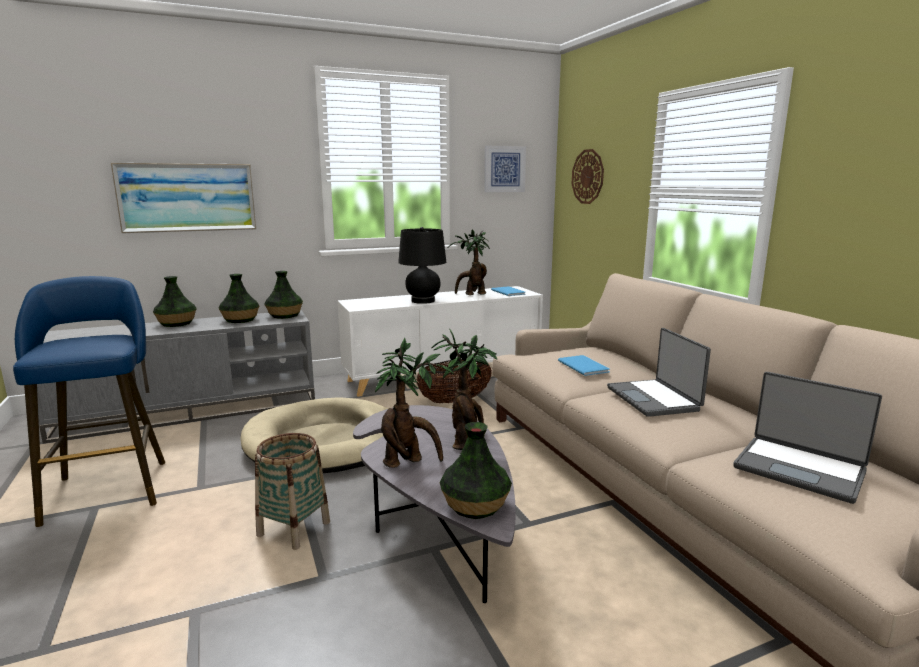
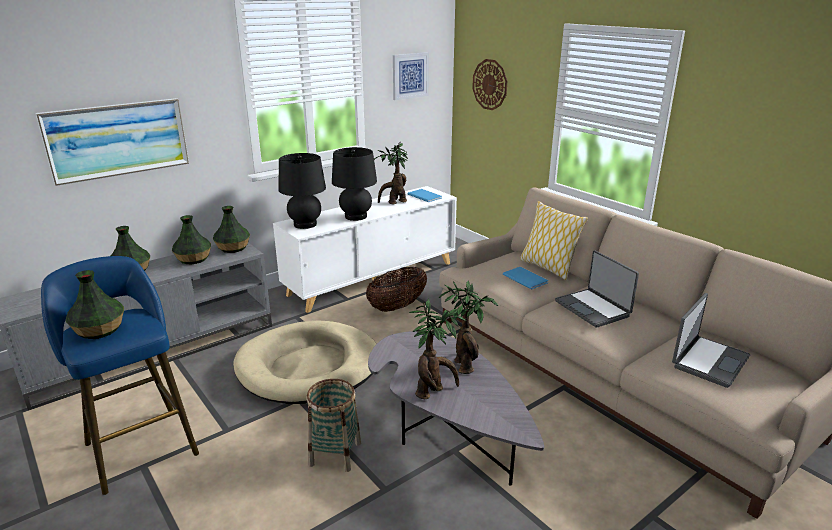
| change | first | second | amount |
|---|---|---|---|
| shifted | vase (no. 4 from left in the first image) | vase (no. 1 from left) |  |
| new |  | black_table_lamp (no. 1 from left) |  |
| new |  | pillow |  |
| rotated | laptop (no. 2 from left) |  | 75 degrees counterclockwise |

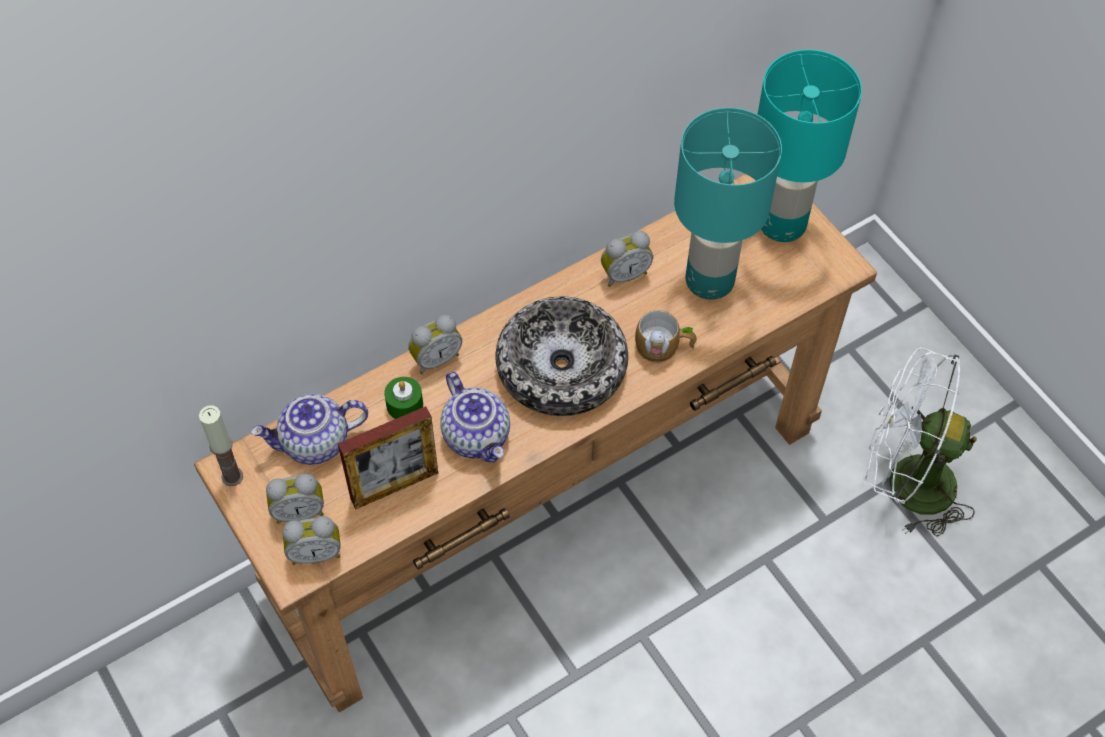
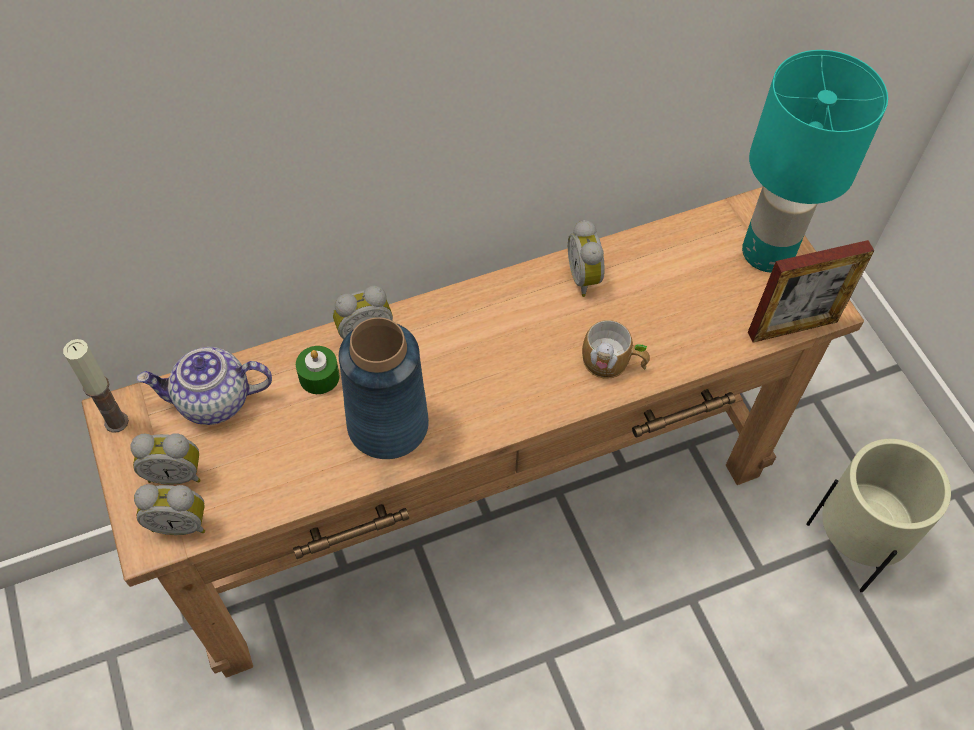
| change | first | second | amount |
|---|---|---|---|
| swapped | teapot (no. 2 from left) | blue_vase |  |
| rotated | alarm_clock (no. 4 from left) |  | 90 degrees clockwise |
| shifted | picture_frame |  |  |
| swapped | white_fan | beige_planter |  |
| gone | bowl |  |  |
| gone | turquoise_table_lamp (no. 1 from left) |  |  |

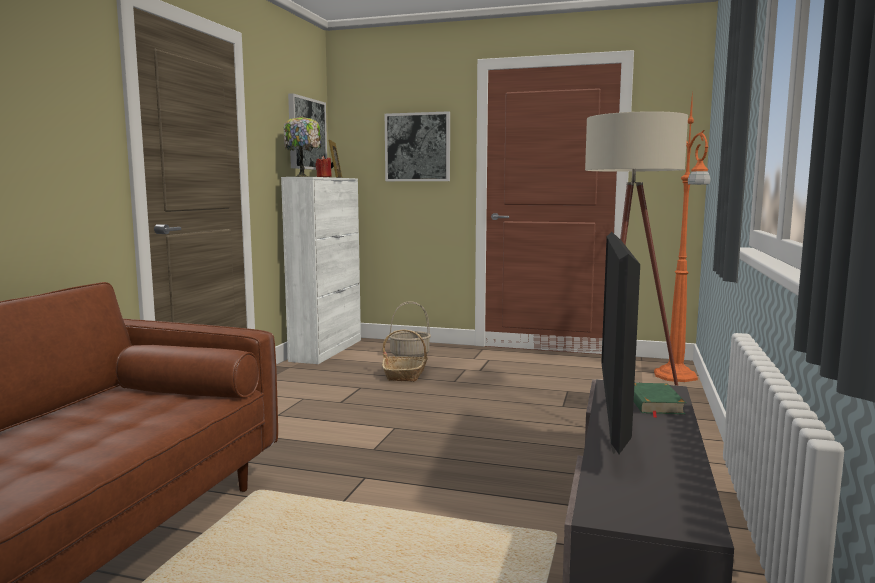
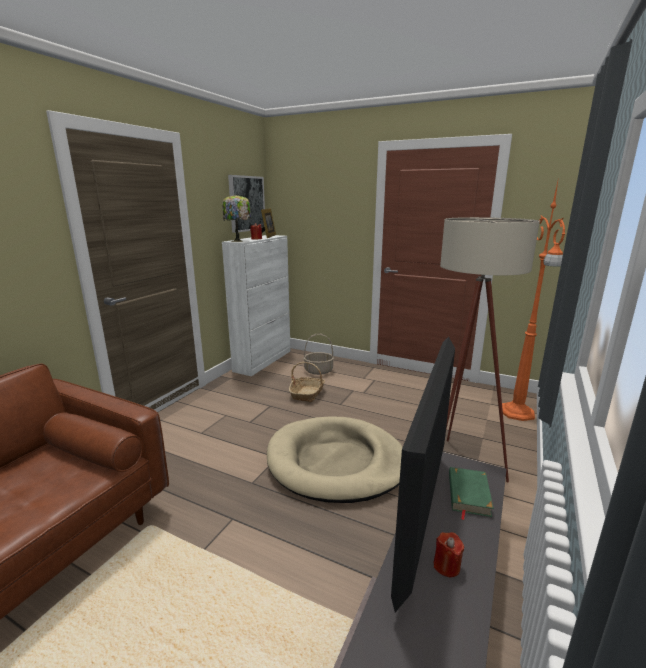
| change | first | second | amount |
|---|---|---|---|
| new |  | beige_dog_bed |  |
| new |  | red_candle (no. 2 from left) |  |
| gone | picture (no. 2 from left) |  |  |

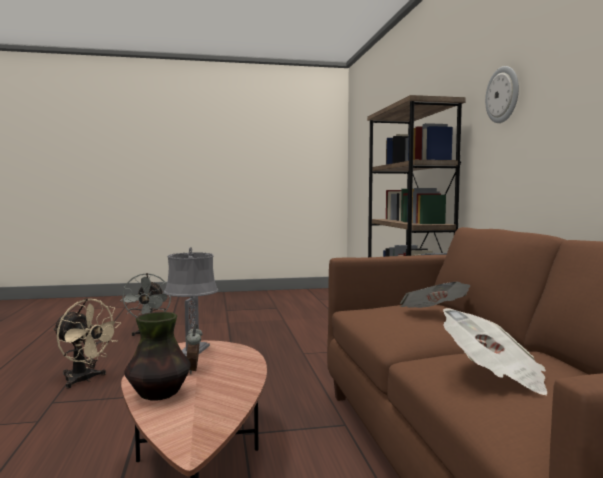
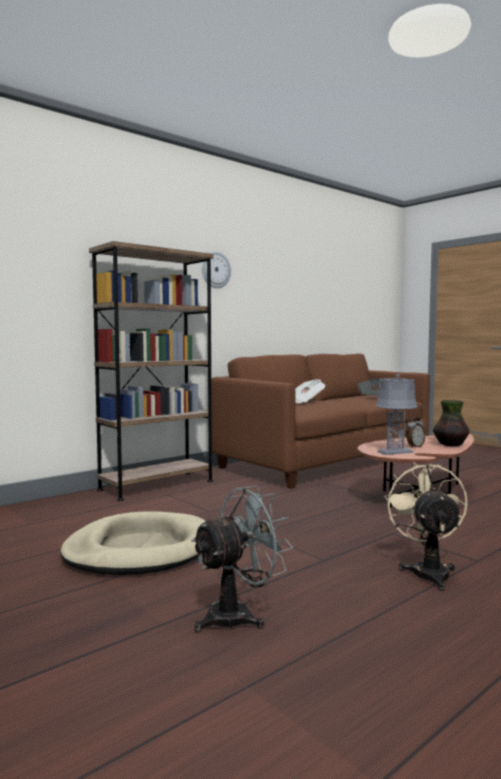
| change | first | second | amount |
|---|---|---|---|
| new |  | beige_dog_bed |  |

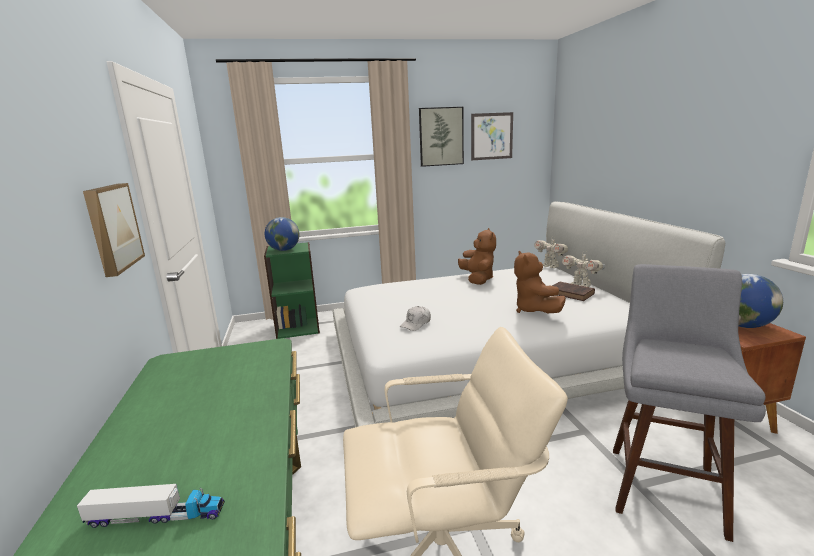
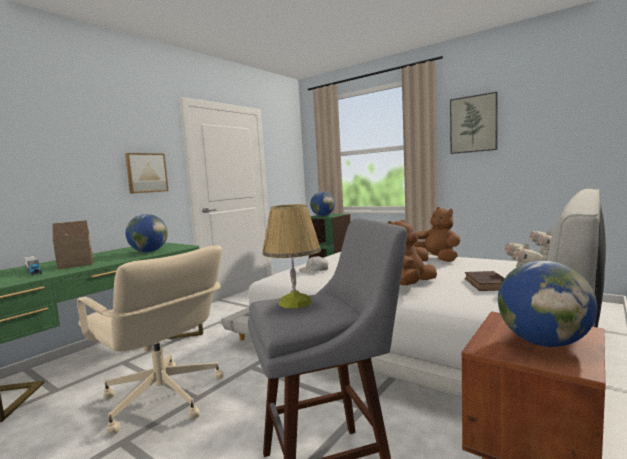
| change | first | second | amount |
|---|---|---|---|
| new |  | toy_house |  |
| new |  | globe (no. 1 from left) |  |
| new |  | table_lamp |  |
| rotated | brown_plush_toy (no. 1 from left in the first image) | brown_plush_toy (no. 2 from left) | 75 degrees counterclockwise |
| gone | picture (no. 3 from left) |  |  |

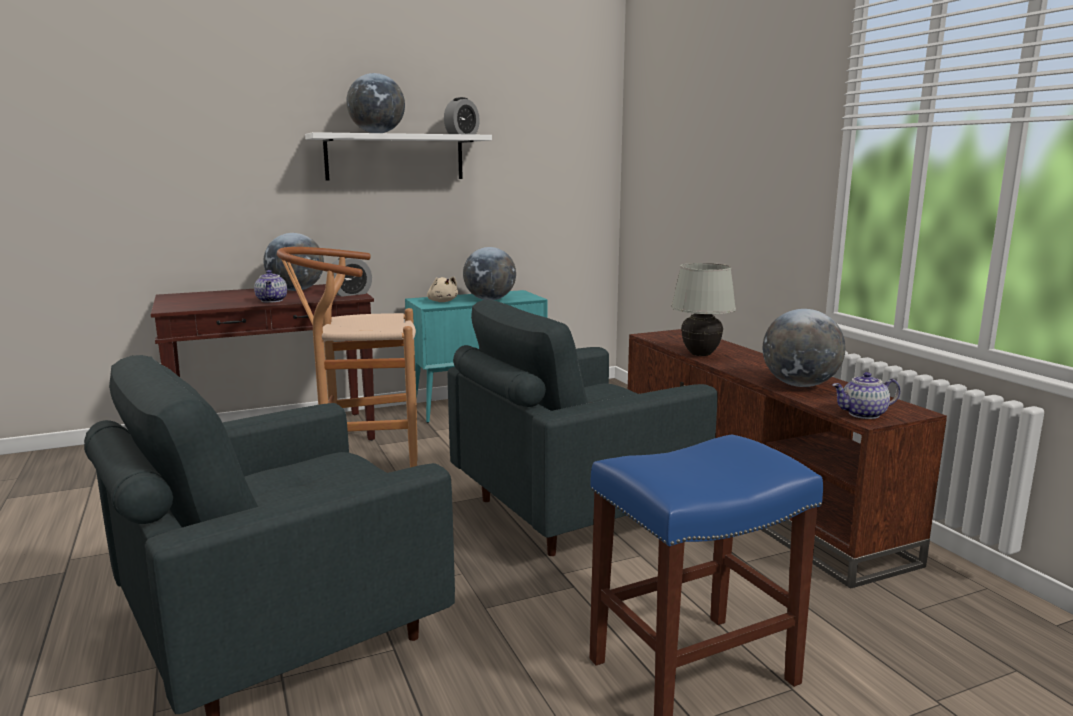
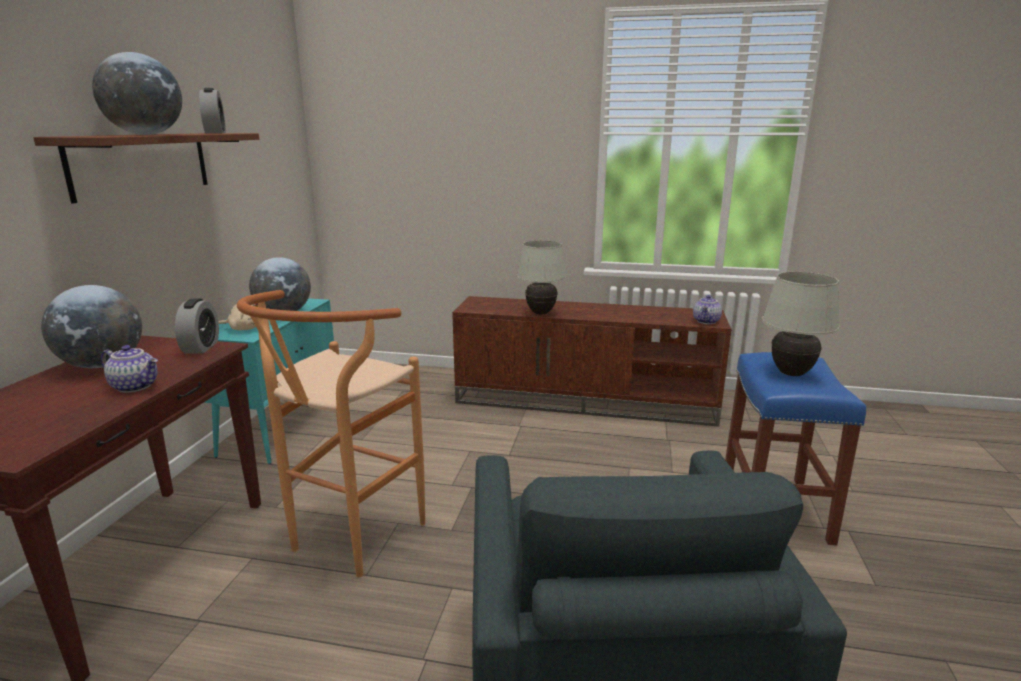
| change | first | second | amount |
|---|---|---|---|
| repainted | white_shelf | brown_shelf |  |
| new |  | white_table_lamp (no. 2 from left) |  |
| gone | grey_armchair (no. 2 from left) |  |  |
| gone | globe (no. 4 from left) |  |  |

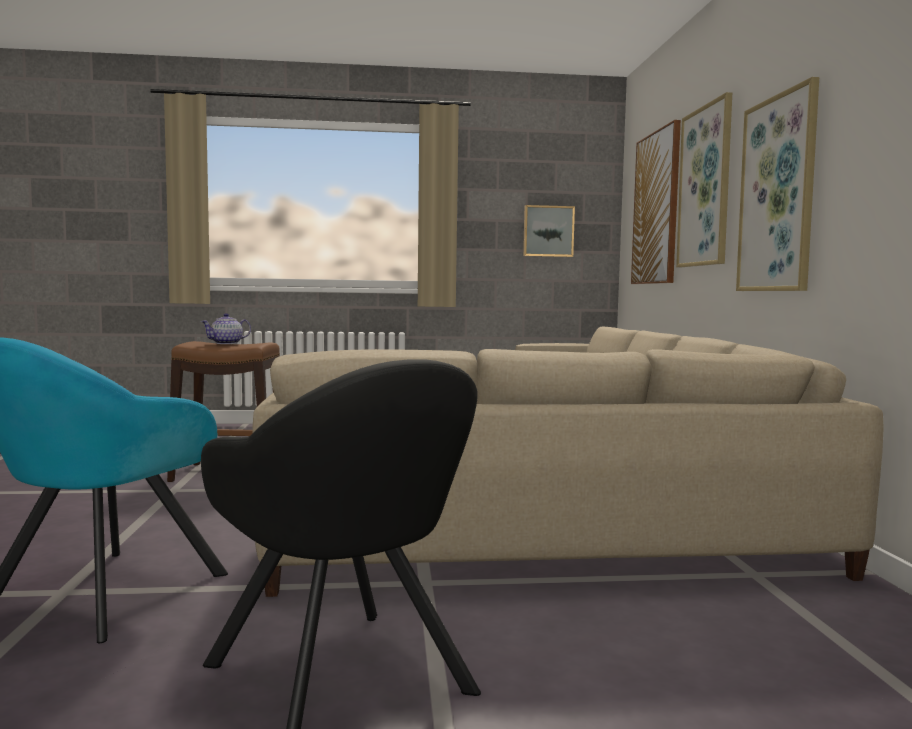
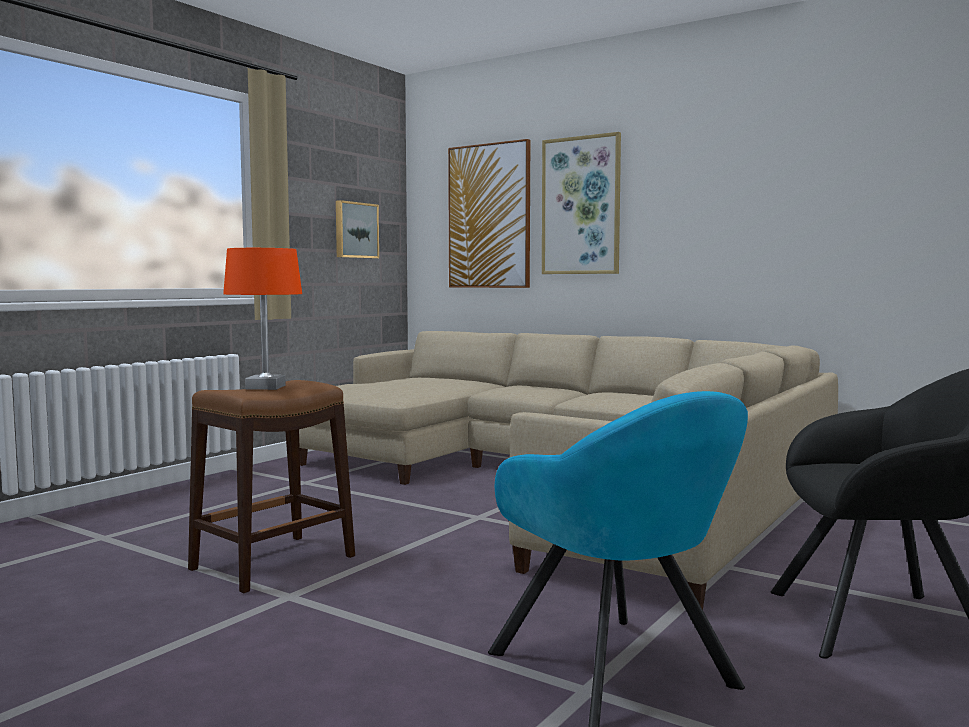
| change | first | second | amount |
|---|---|---|---|
| swapped | teapot | orange_table_lamp |  |
| gone | picture (no. 4 from left) |  |  |

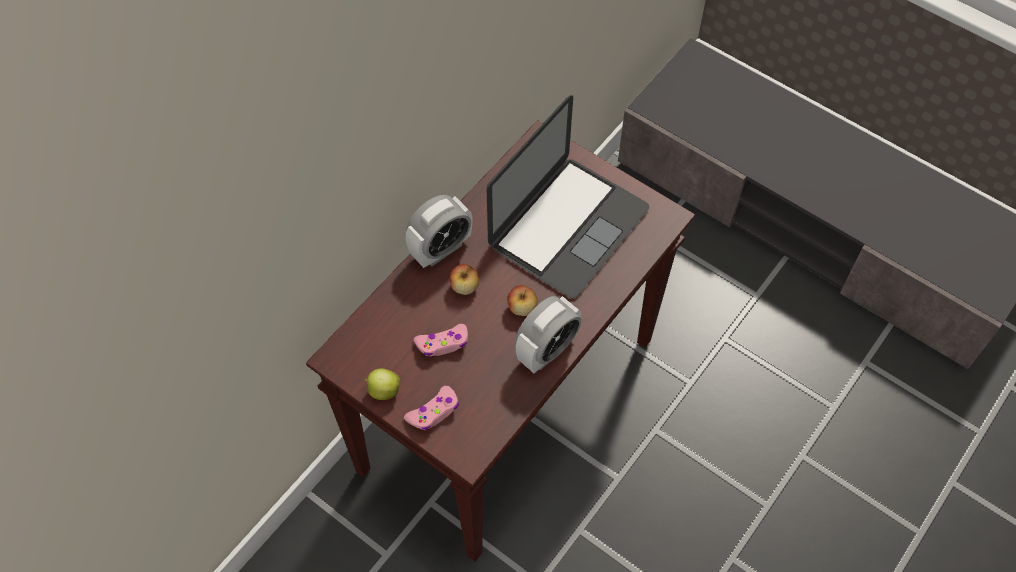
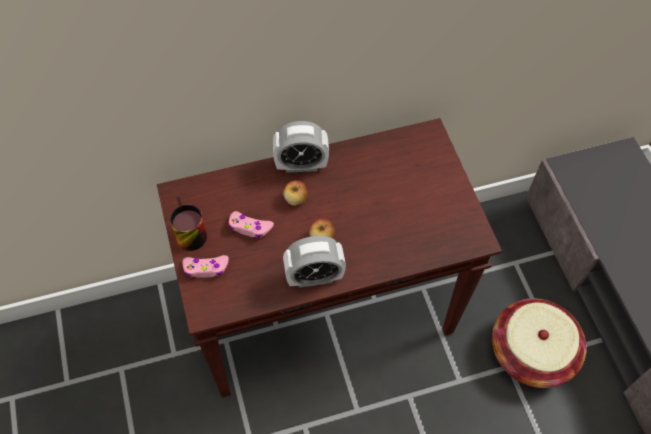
| change | first | second | amount |
|---|---|---|---|
| swapped | apple (no. 1 from left) | mug |  |
| new |  | basket |  |
| gone | laptop |  |  |

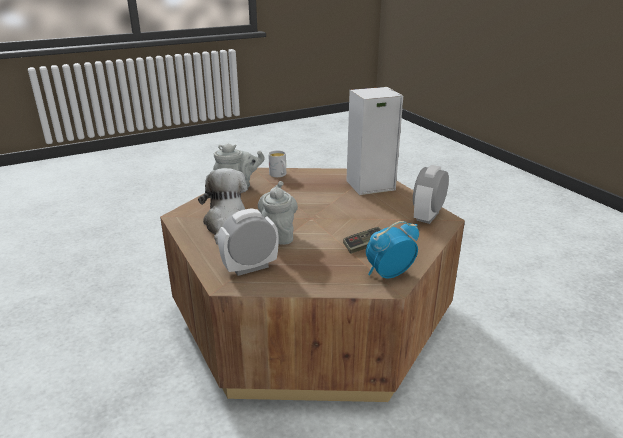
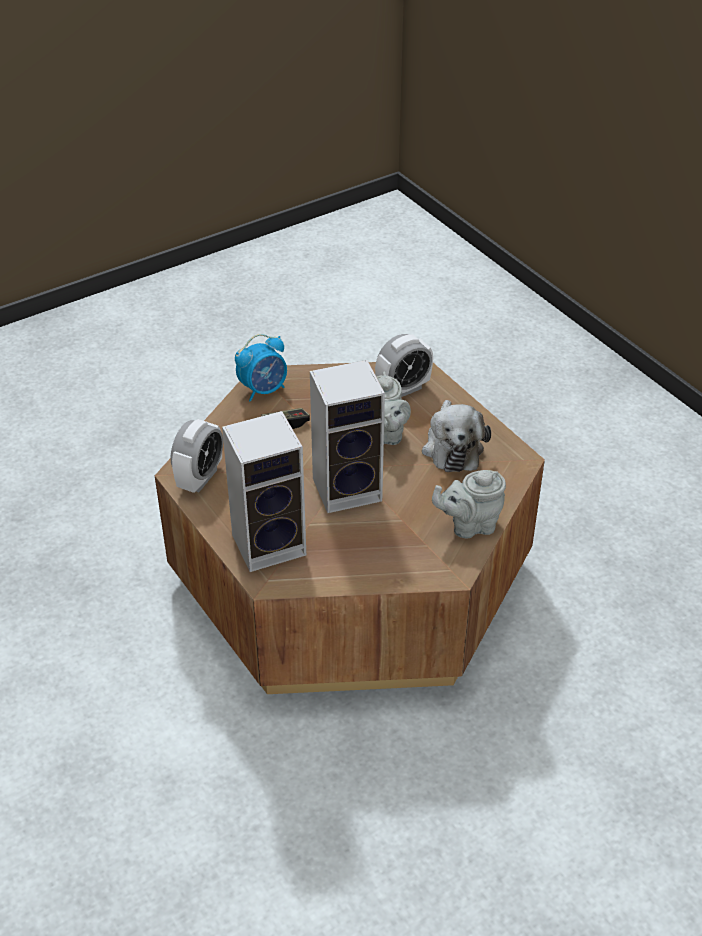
| change | first | second | amount |
|---|---|---|---|
| new |  | speaker (no. 2 from left) |  |
| gone | white_mug |  |  |

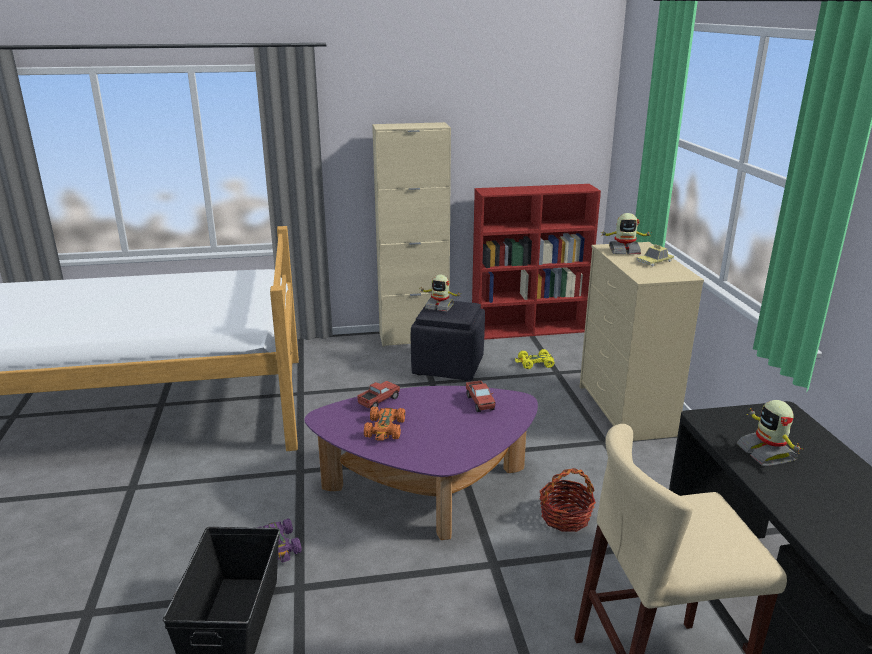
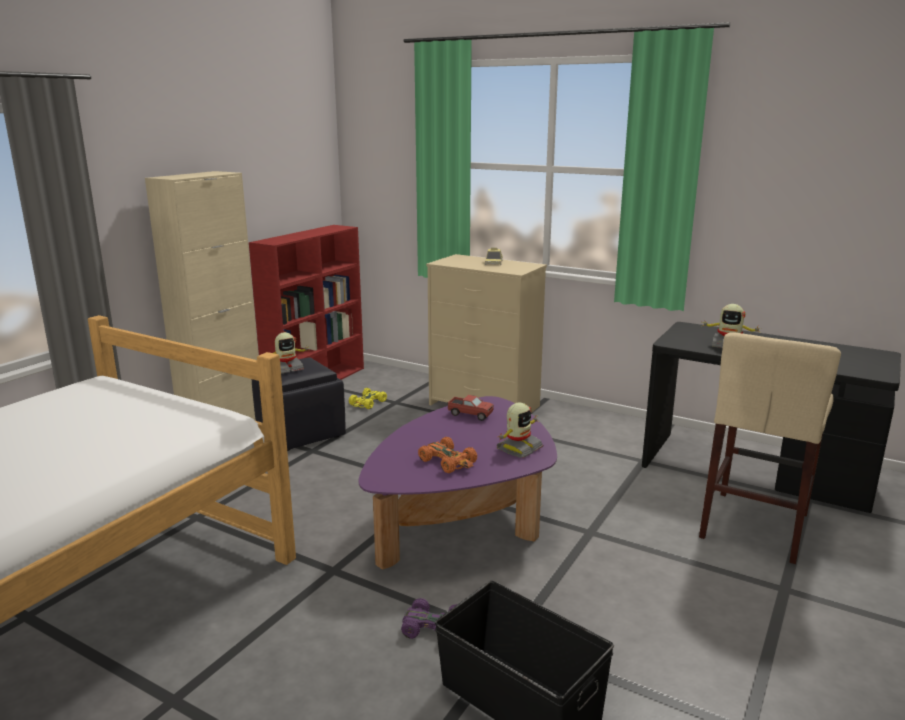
| change | first | second | amount |
|---|---|---|---|
| shifted | toy_robot (no. 2 from left) |  |  |
| gone | toy_truck (no. 1 from left) |  |  |
| gone | basket |  |  |

